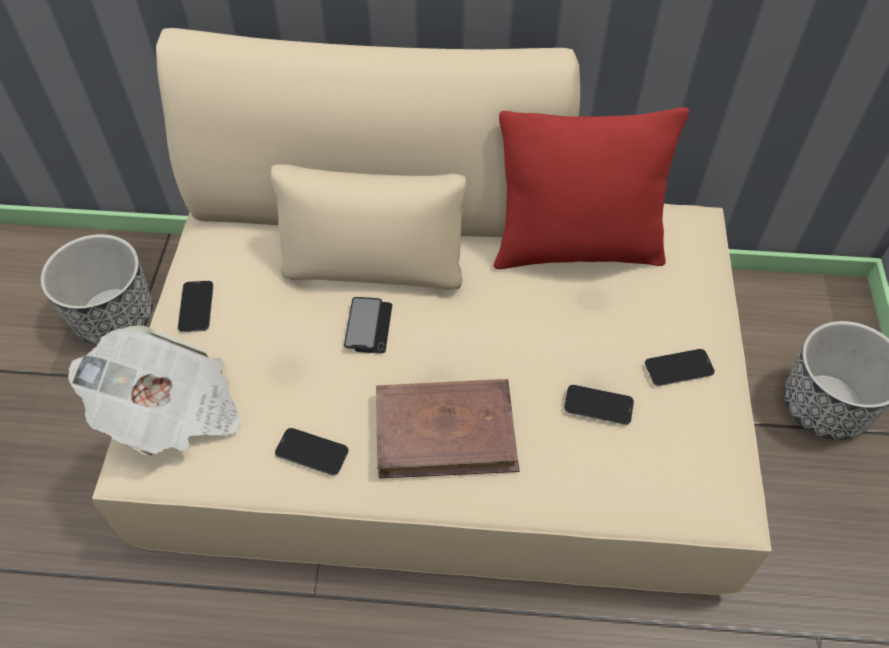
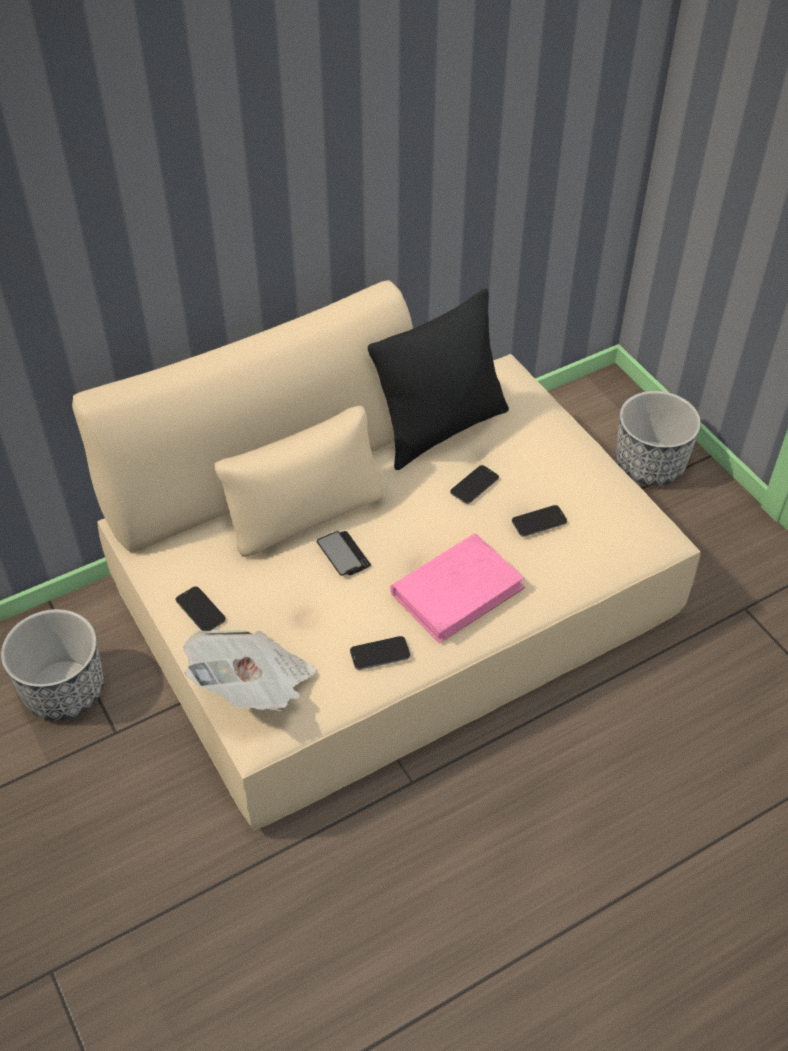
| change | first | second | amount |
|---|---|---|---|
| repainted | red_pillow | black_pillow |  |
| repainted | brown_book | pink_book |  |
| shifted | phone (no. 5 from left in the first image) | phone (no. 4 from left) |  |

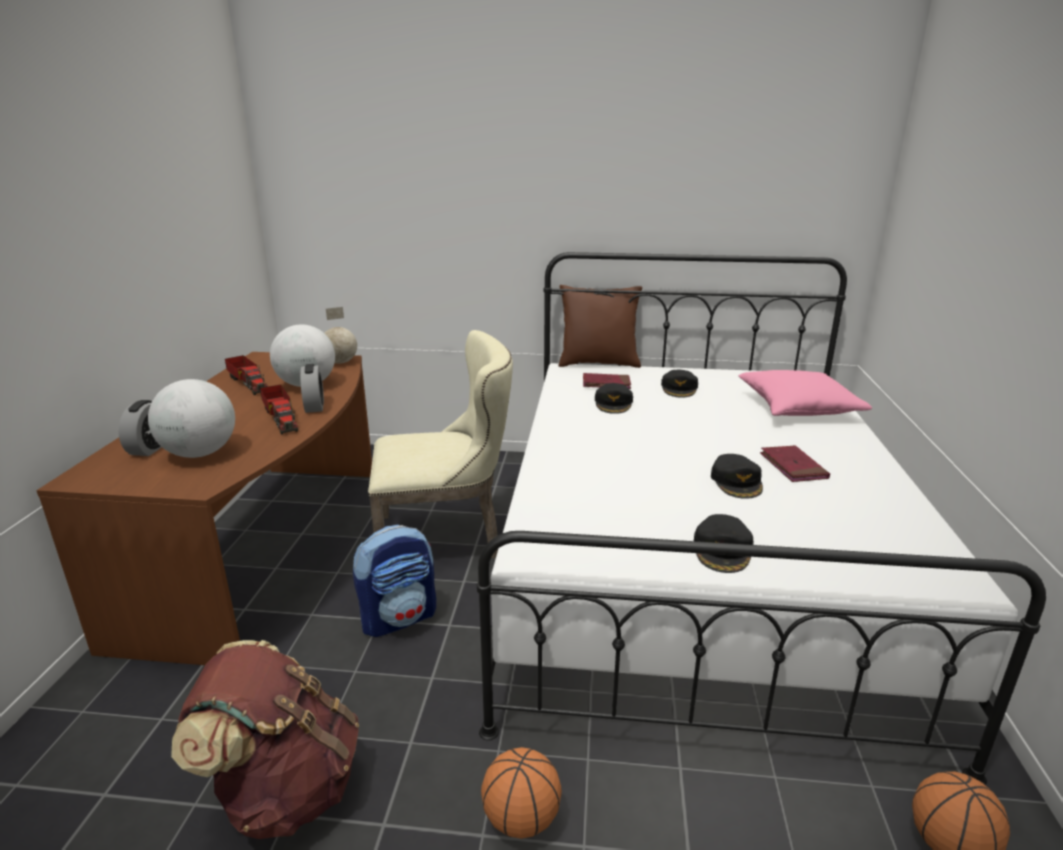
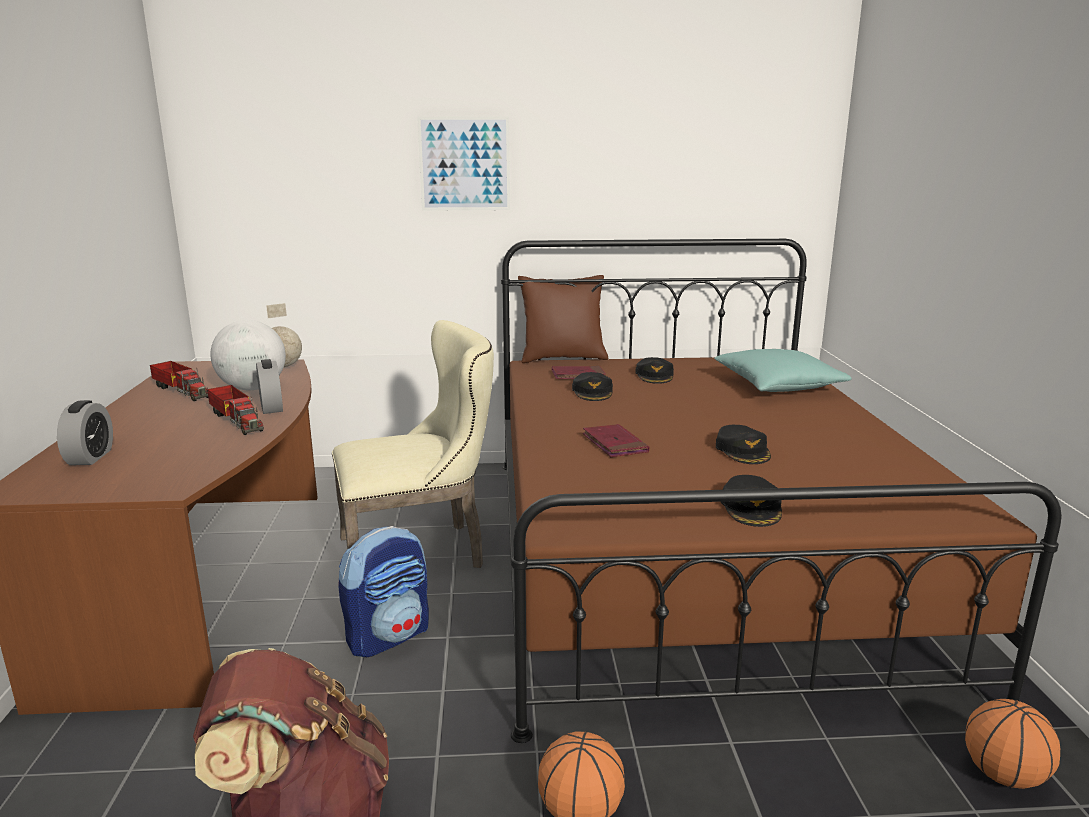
| change | first | second | amount |
|---|---|---|---|
| new |  | picture |  |
| repainted | white_bed | brown_bed |  |
| shifted | red_book (no. 2 from left) |  |  |
| repainted | pink_pillow | turquoise_pillow |  |
| gone | globe (no. 1 from left) |  |  |

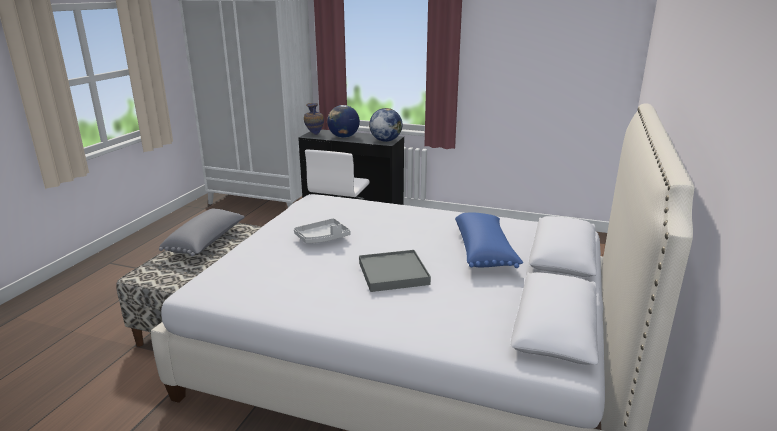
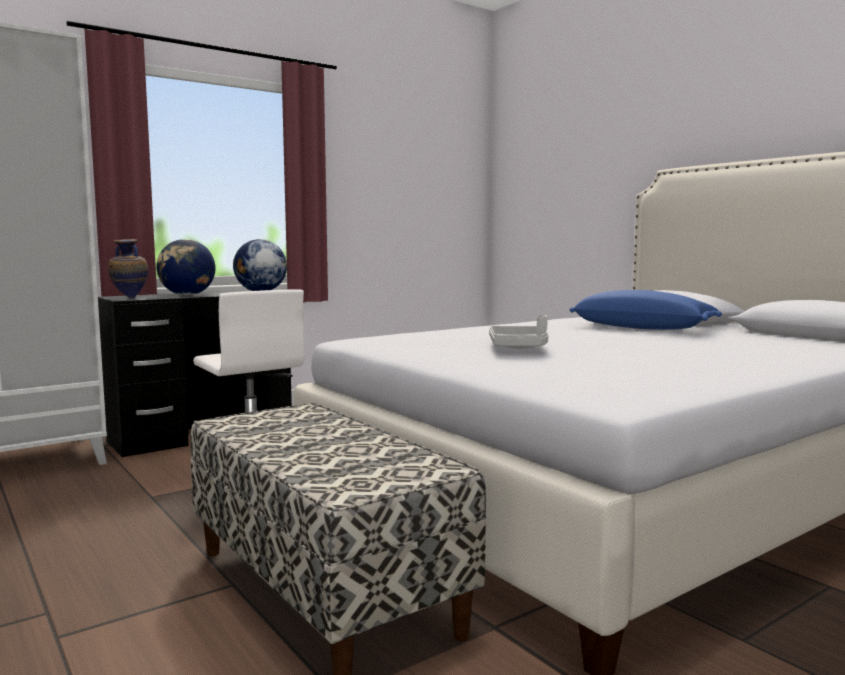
| change | first | second | amount |
|---|---|---|---|
| gone | grey_pillow |  |  |
| gone | grey_tray (no. 2 from left) |  |  |

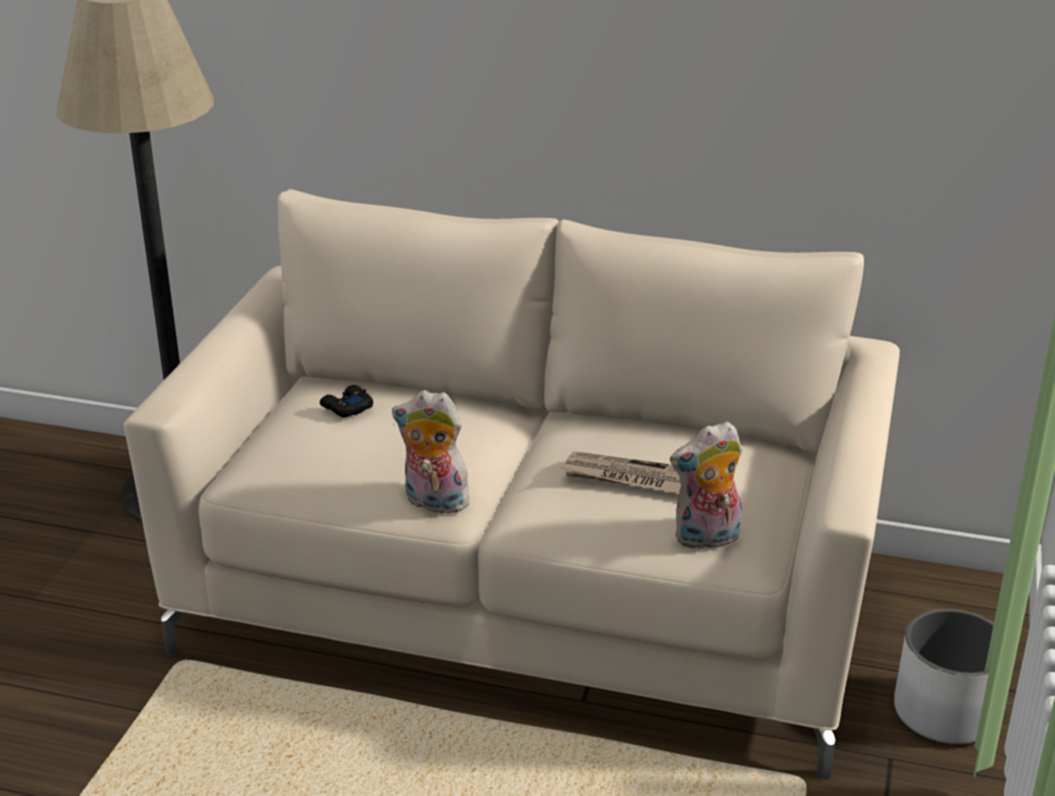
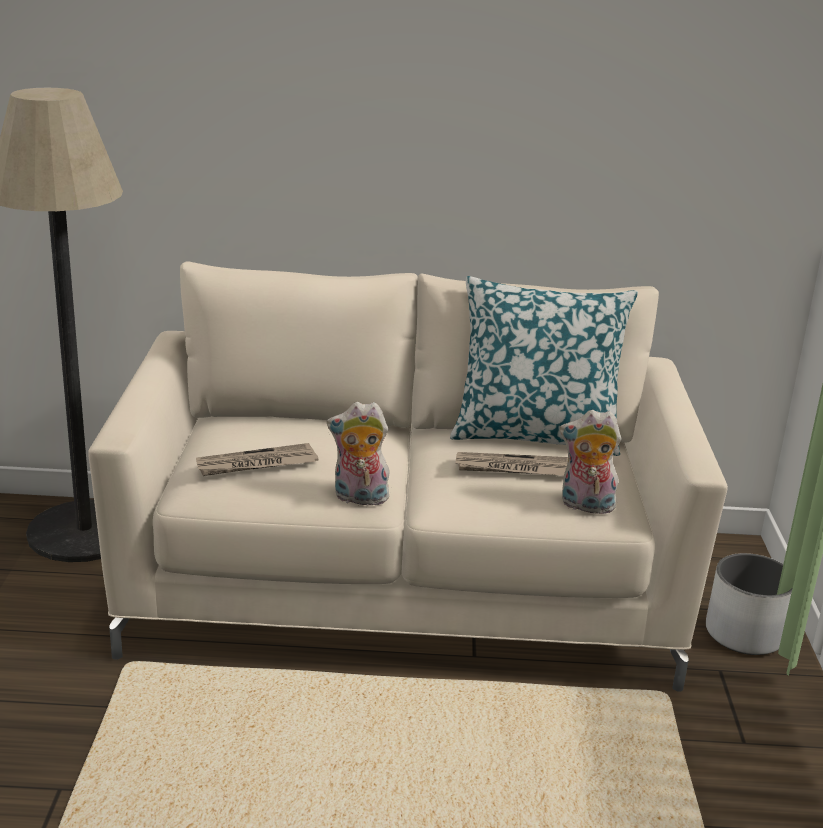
| change | first | second | amount |
|---|---|---|---|
| new |  | newspaper (no. 1 from left) |  |
| new |  | pillow |  |
| rotated | plush_toy (no. 2 from left) |  | 45 degrees clockwise |
| gone | black_game_controller |  |  |

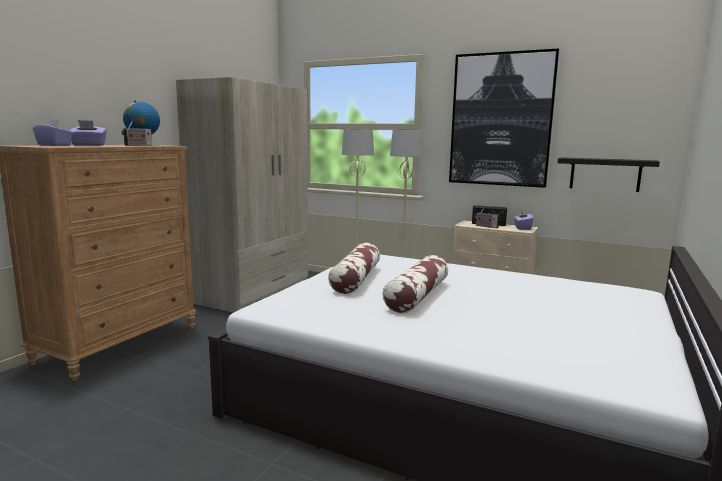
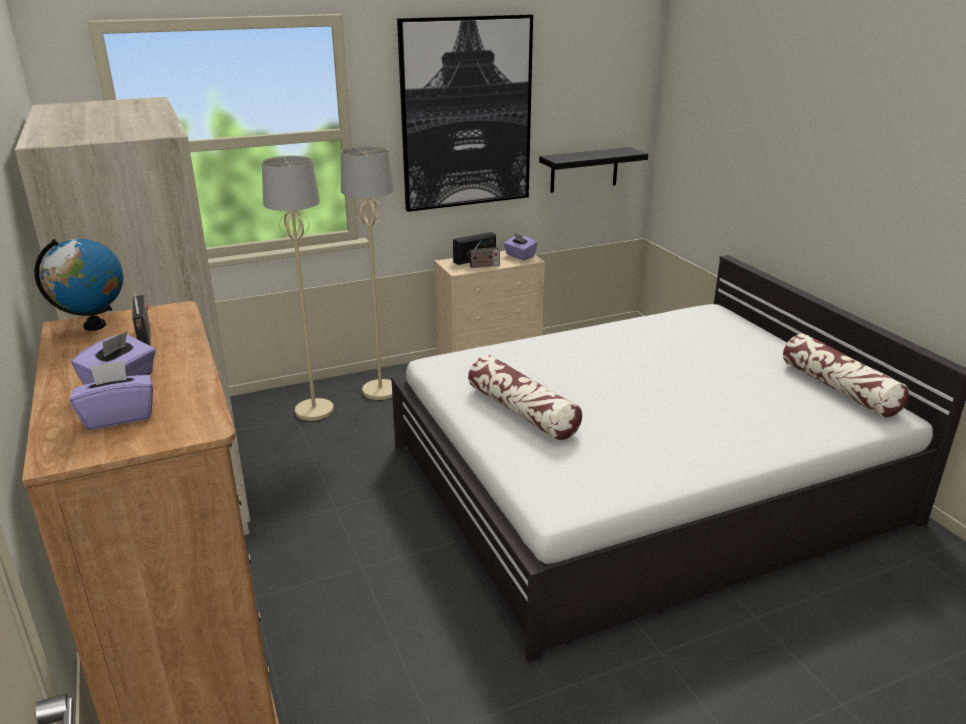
| change | first | second | amount |
|---|---|---|---|
| shifted | pillow (no. 2 from left) |  |  |

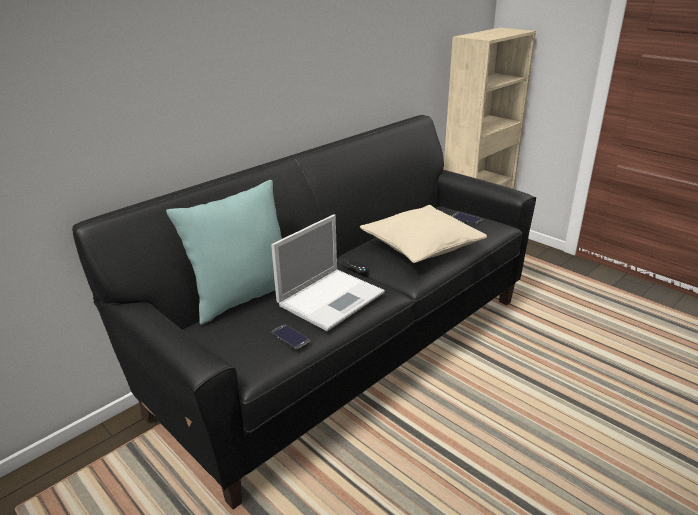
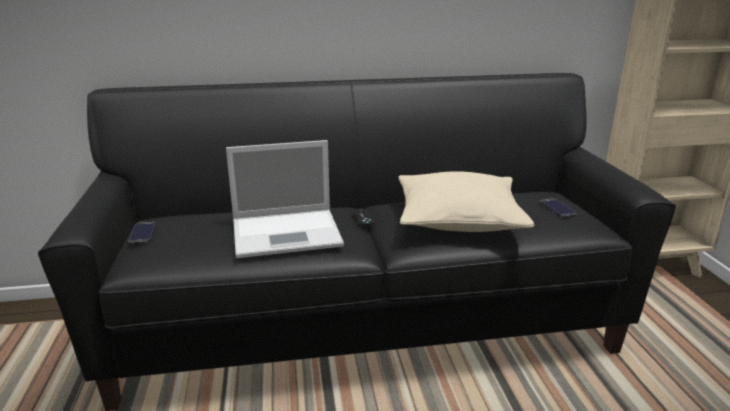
| change | first | second | amount |
|---|---|---|---|
| shifted | phone (no. 1 from left) |  |  |
| gone | turquoise_pillow |  |  |

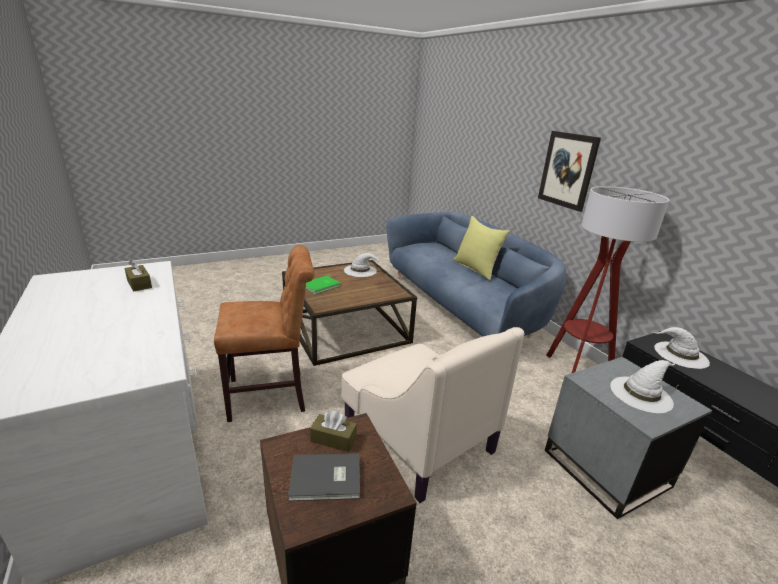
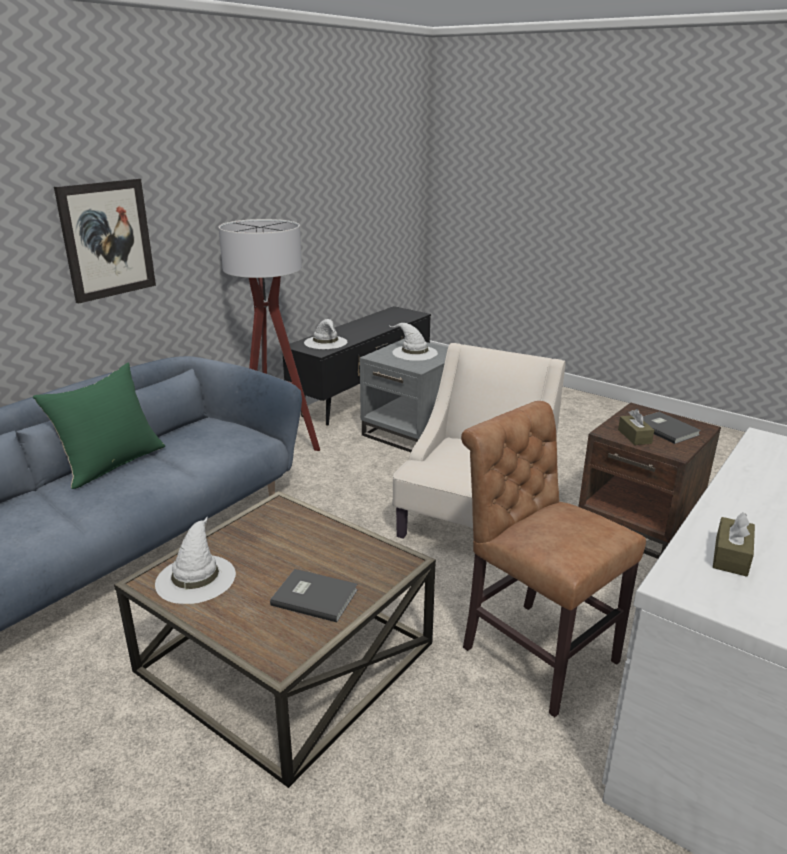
| change | first | second | amount |
|---|---|---|---|
| repainted | yellow_pillow | green_pillow |  |
| repainted | green_book | grey_book (no. 1 from left) |  |

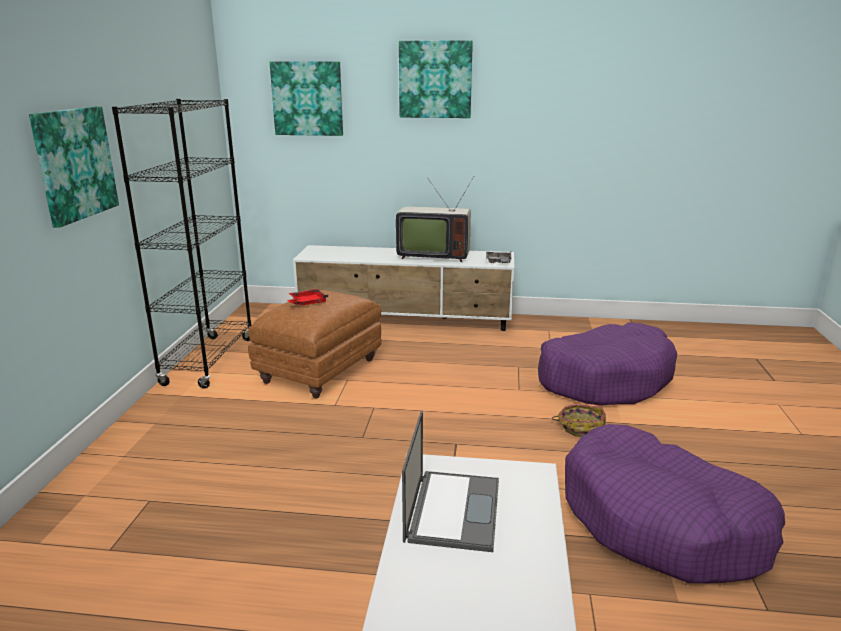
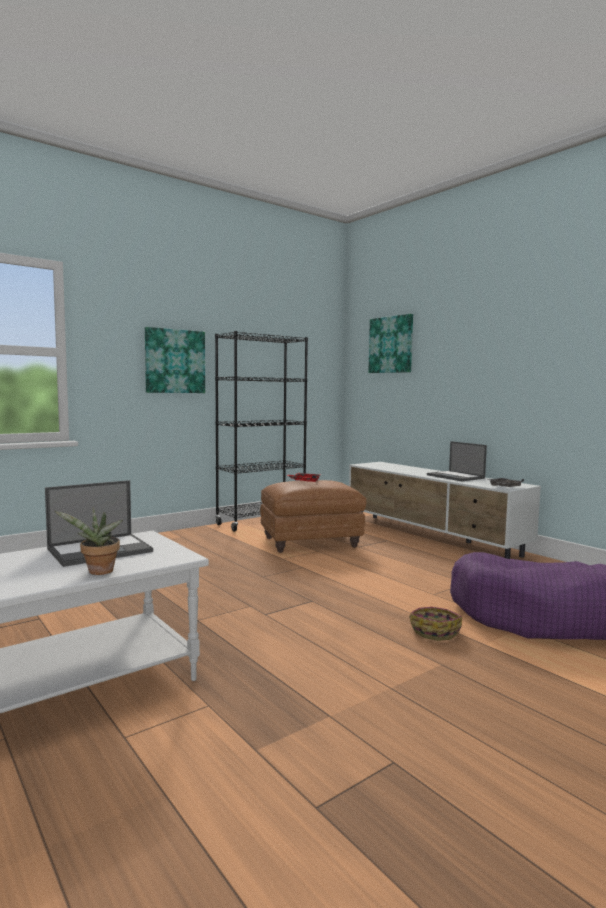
| change | first | second | amount |
|---|---|---|---|
| new |  | potted_plant |  |
| swapped | television | laptop (no. 2 from left) |  |
| gone | picture (no. 3 from left) |  |  |
| gone | purple_dog_bed (no. 2 from left) |  |  |

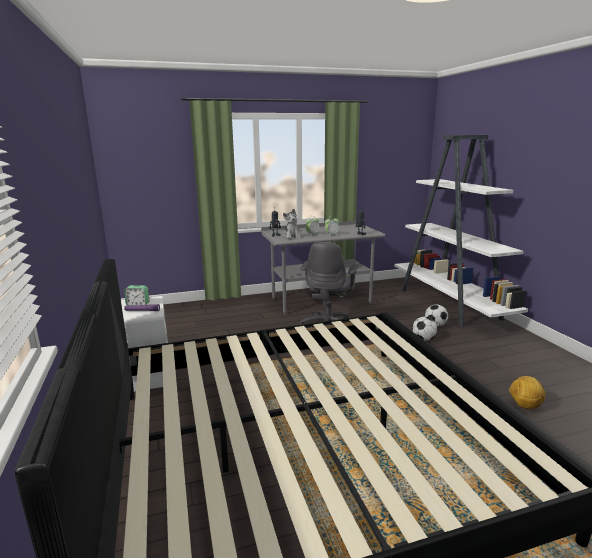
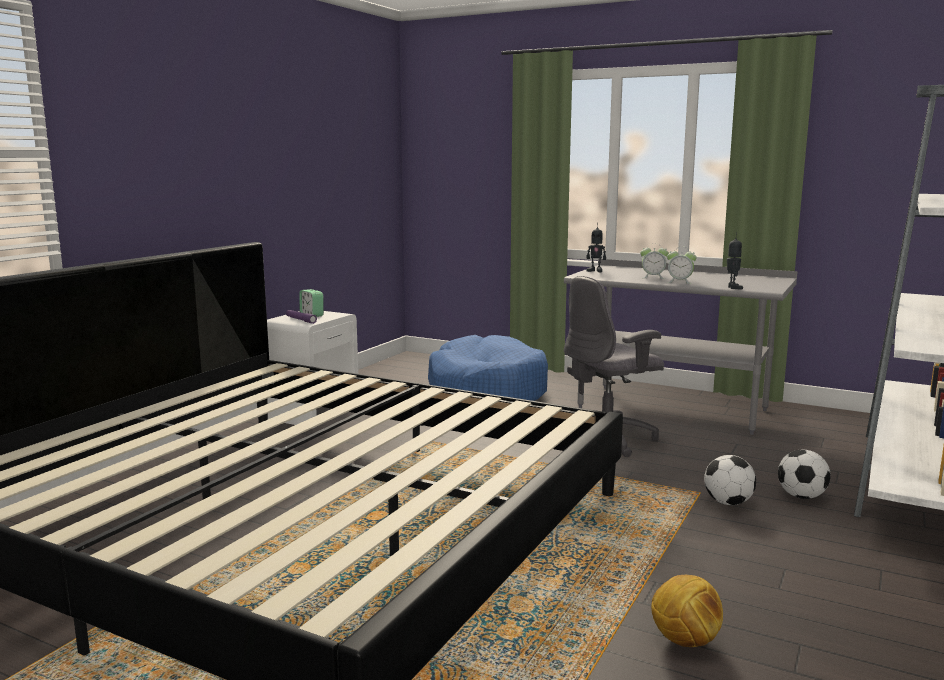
| change | first | second | amount |
|---|---|---|---|
| new |  | blue_dog_bed |  |
| gone | plush_toy |  |  |

